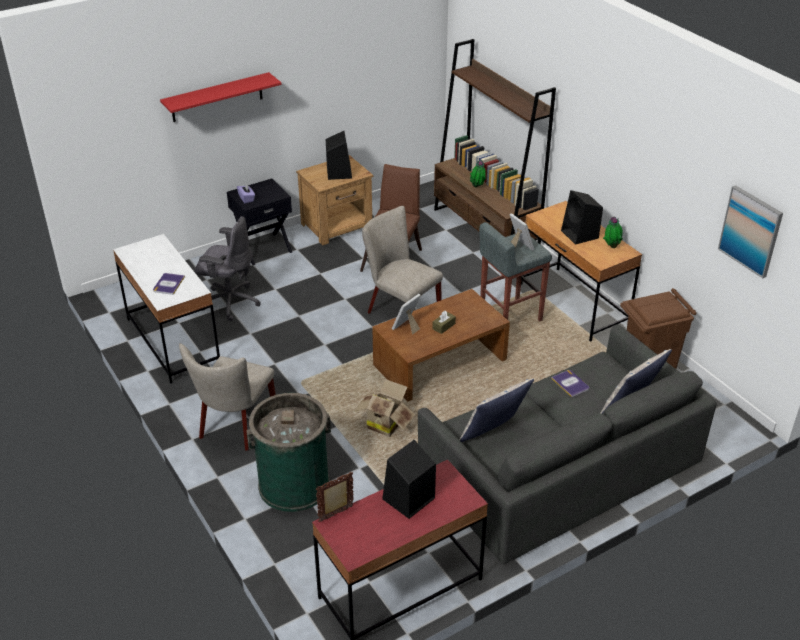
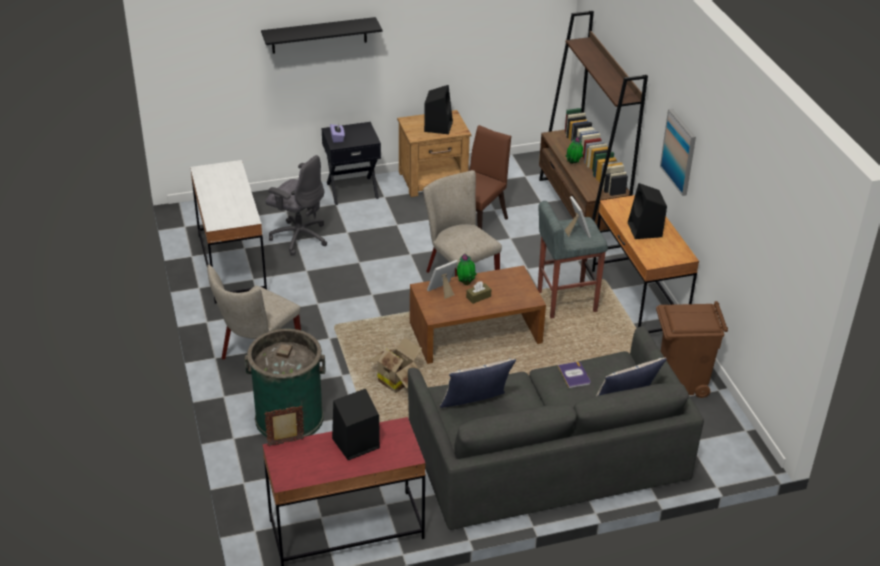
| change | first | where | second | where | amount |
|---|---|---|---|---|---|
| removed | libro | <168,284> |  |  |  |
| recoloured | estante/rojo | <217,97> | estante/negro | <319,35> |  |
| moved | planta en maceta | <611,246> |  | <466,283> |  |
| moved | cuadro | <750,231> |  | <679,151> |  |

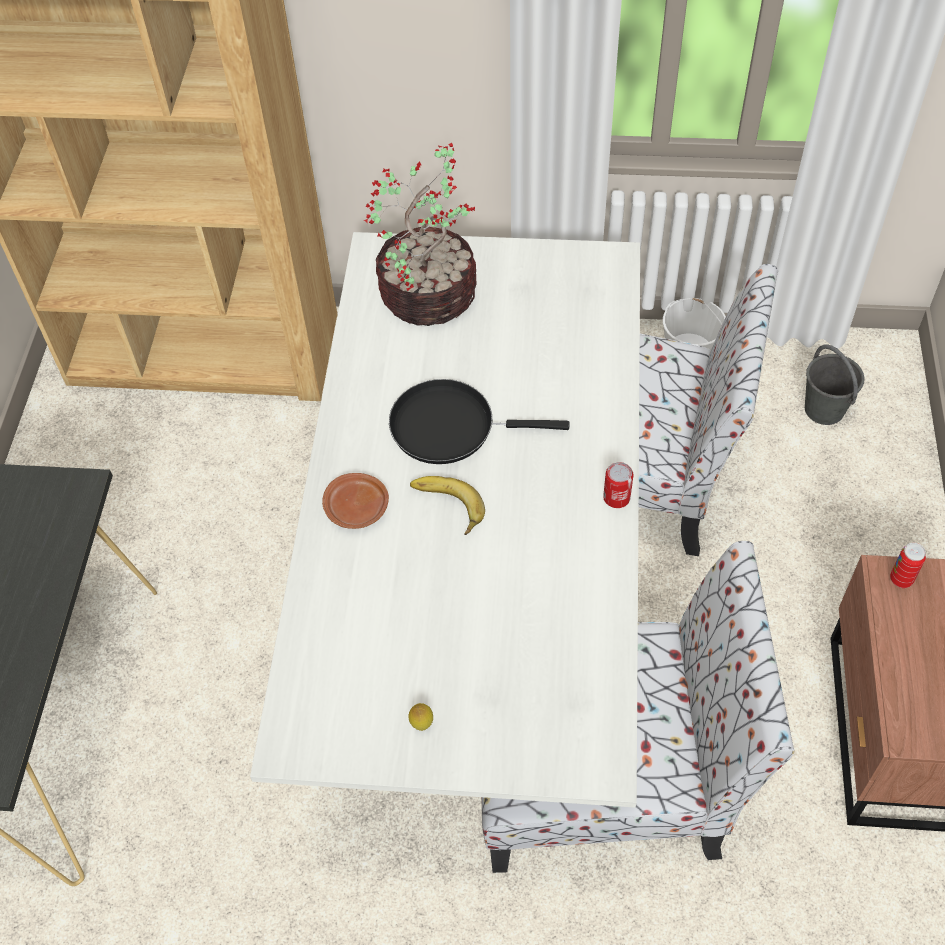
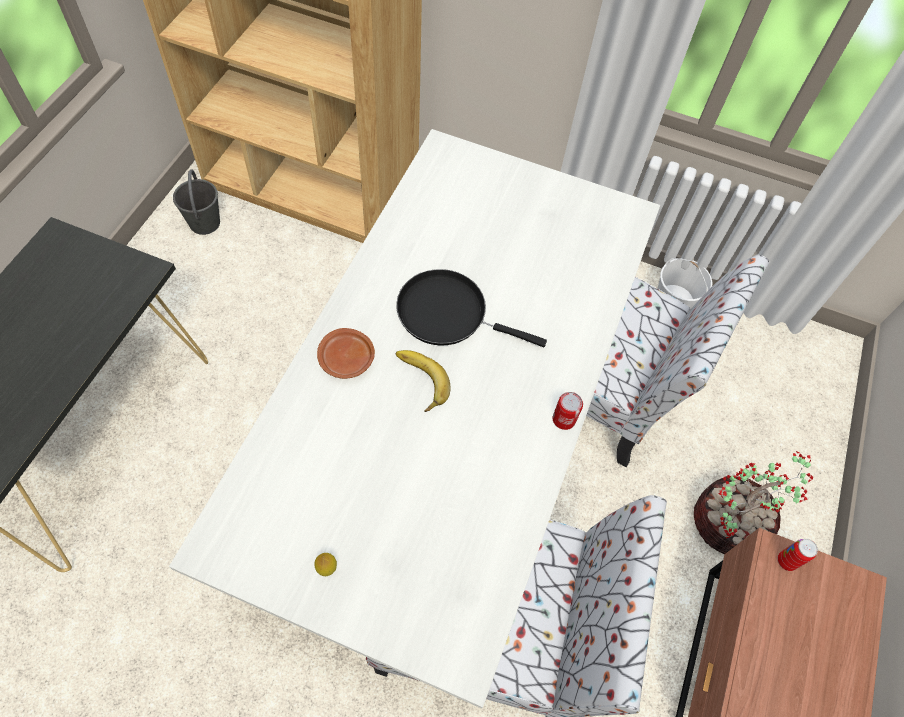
| change | first | where | second | where | amount |
|---|---|---|---|---|---|
| moved | planta en maceta | <430,294> |  | <729,522> |  |
| moved | cubo/gris | <824,410> |  | <204,223> |  |

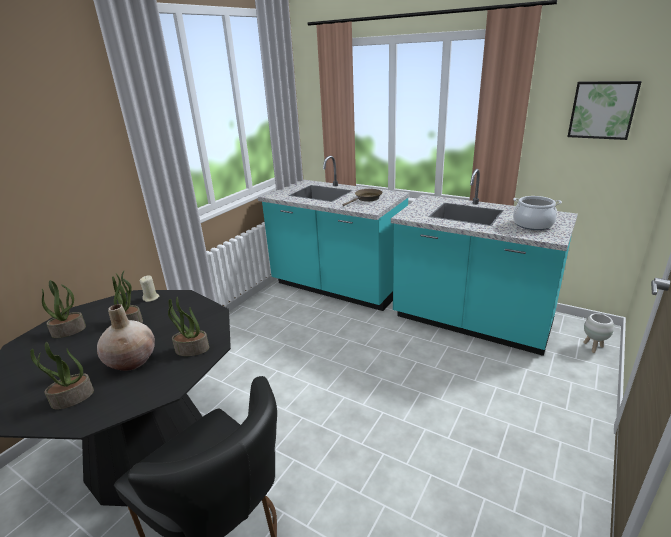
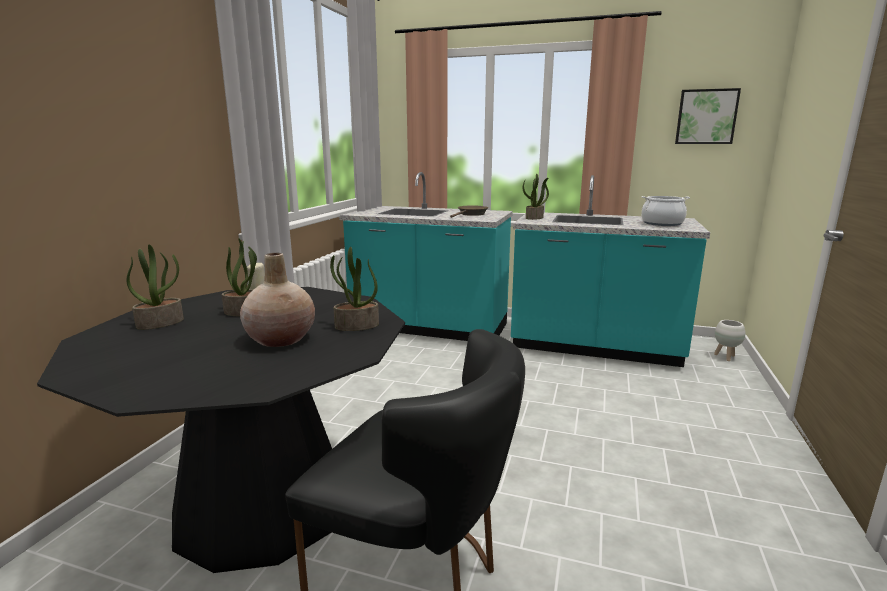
| change | first | where | second | where | amount |
|---|---|---|---|---|---|
| moved | planta en maceta | <72,399> |  | <534,218> |  |

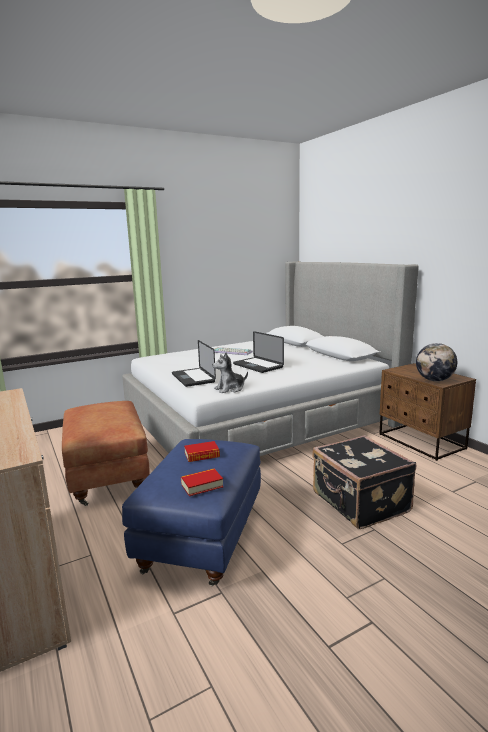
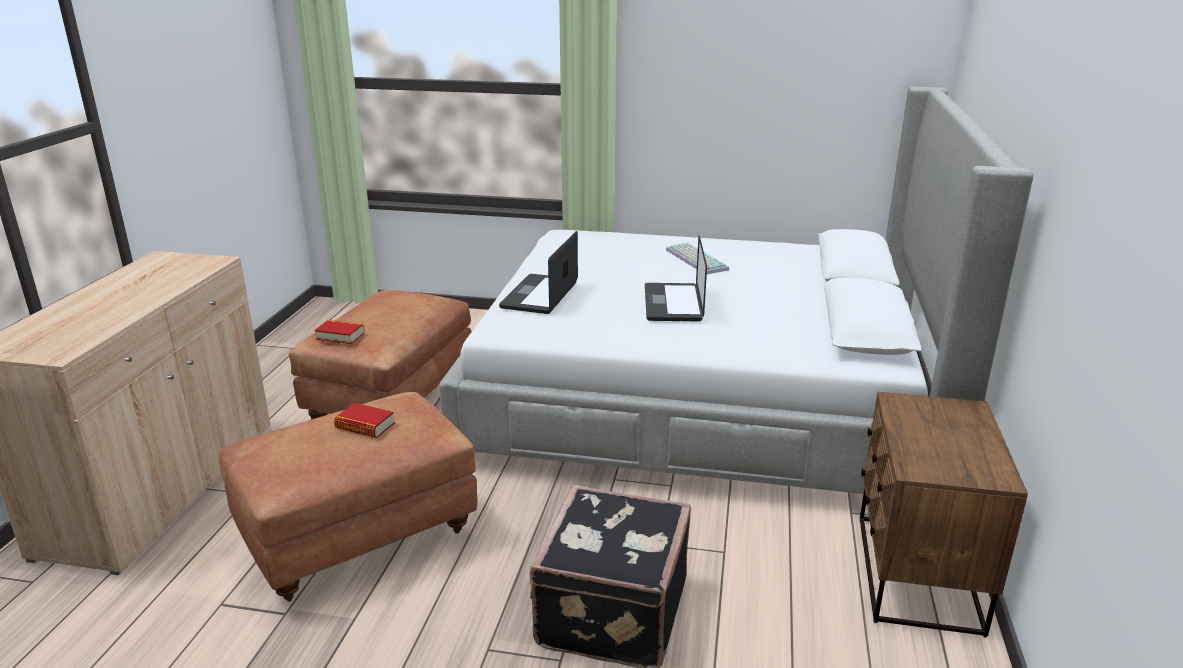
| change | first | where | second | where | amount |
|---|---|---|---|---|---|
| recoloured | puf/azul | <203,540> | puf/marrón | <359,542> |  |
| moved | libro | <202,485> |  | <340,336> |  |
| removed | peluche | <230,389> |  |  |  |
| removed | globo terráqueo | <434,380> |  |  |  |

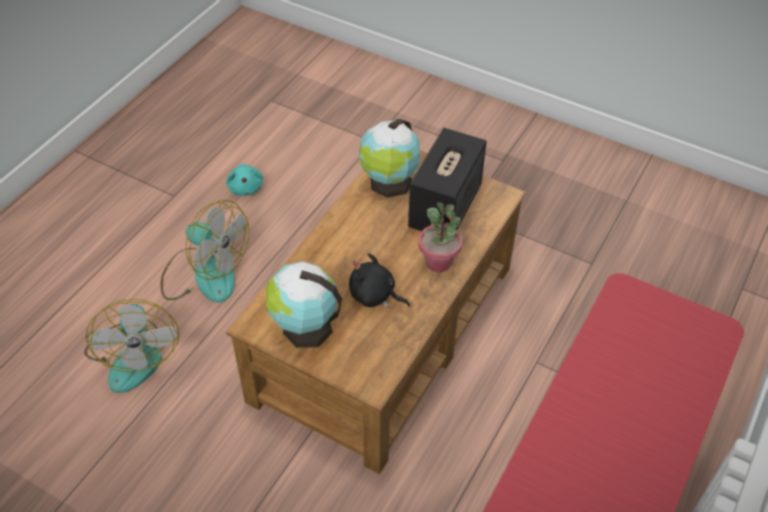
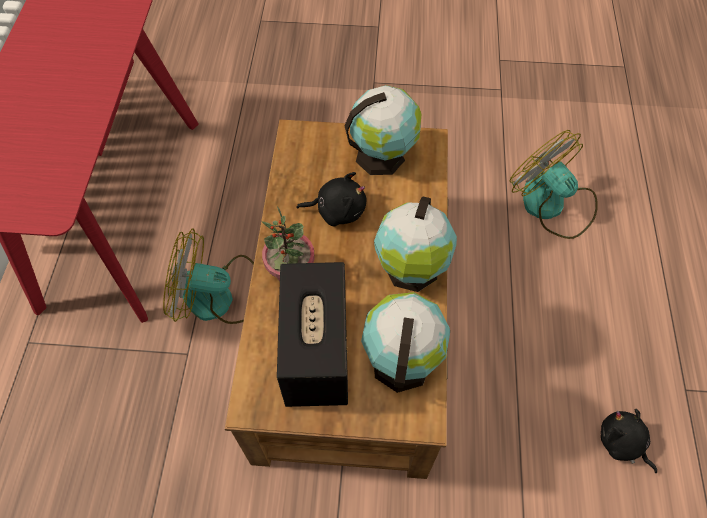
| change | first | where | second | where | amount |
|---|---|---|---|---|---|
| moved | ventilador | <205,273> |  | <220,297> |  |
| recoloured | peluche/turquesa | <246,187> | peluche/negro | <622,443> |  |
| added |  |  | globo terráqueo | <411,270> |  |

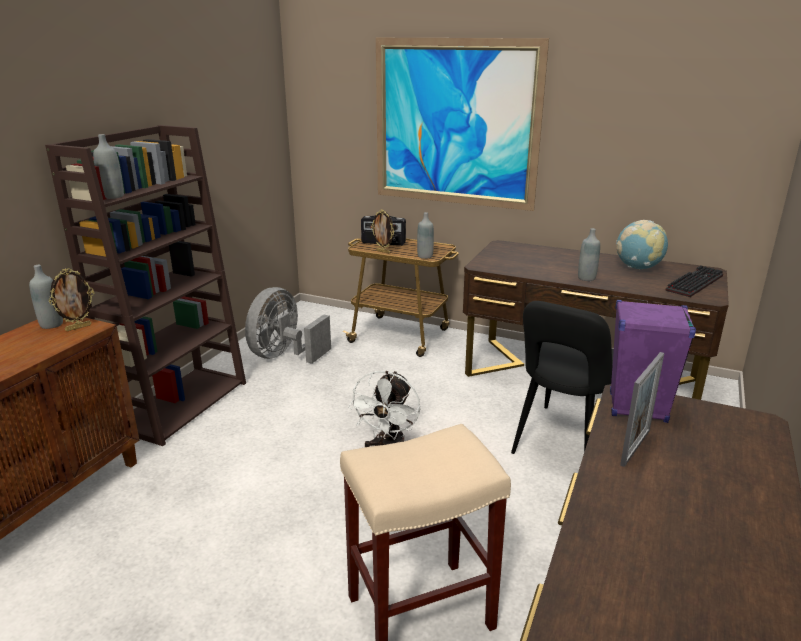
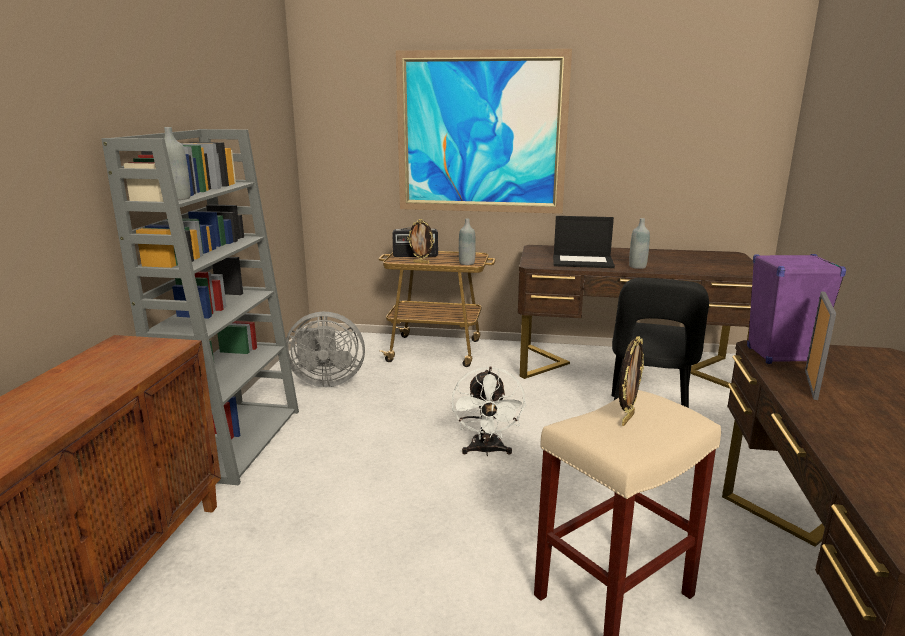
| change | first | where | second | where | amount |
|---|---|---|---|---|---|
| removed | botella/gris | <51,324> |  |  |  |
| recoloured | estantería/marrón | <181,404> | estantería/gris | <235,440> |  |
| moved | portarretratos | <78,327> |  | <626,419> |  |
| turned | ventilador/gris | <284,355> |  | <326,381> | 105 degrees counterclockwise |
| removed | globo terráqueo | <638,268> |  |  |  |
| removed | teclado | <693,282> |  |  |  |
| added |  |  | portátil | <583,261> |  |

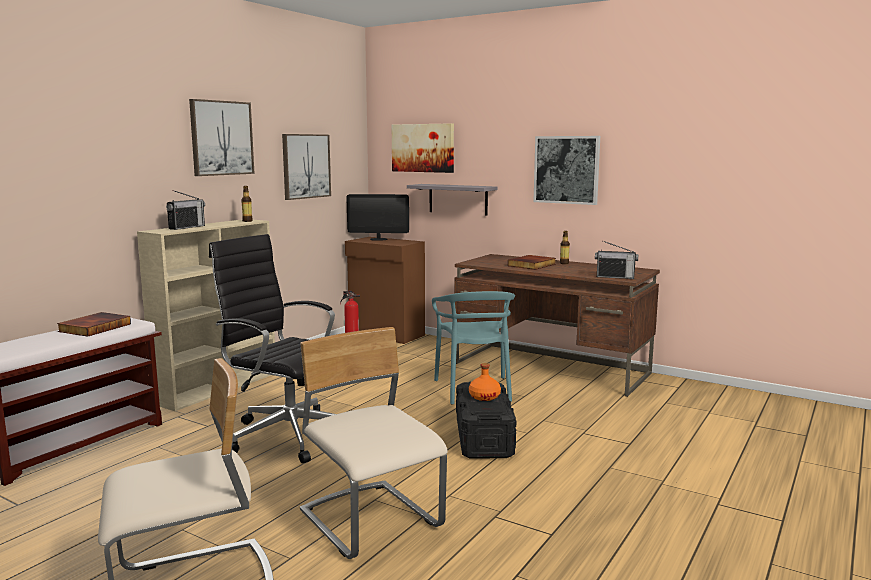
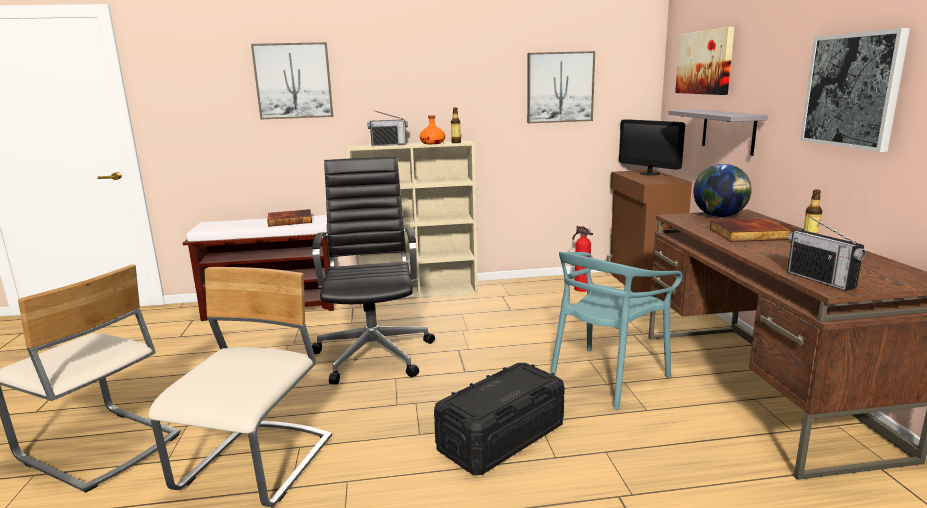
| change | first | where | second | where | amount |
|---|---|---|---|---|---|
| moved | cuadro | <221,138> |  | <293,81> |  |
| moved | botella/naranja | <484,397> |  | <433,143> |  |
| added |  |  | globo terráqueo | <719,216> |  |

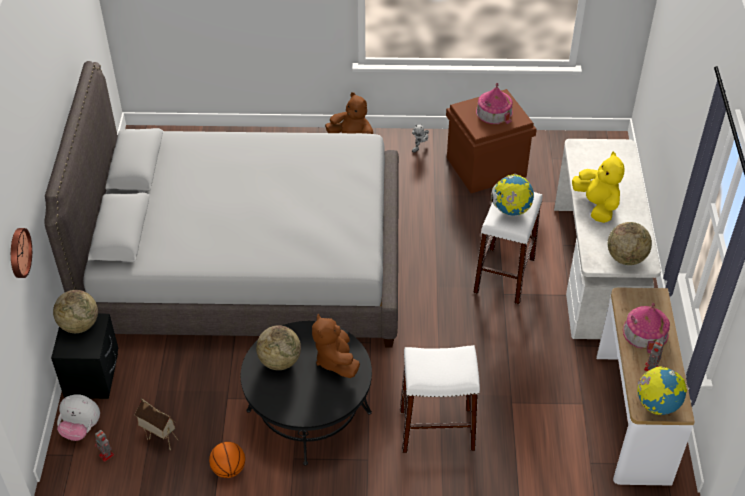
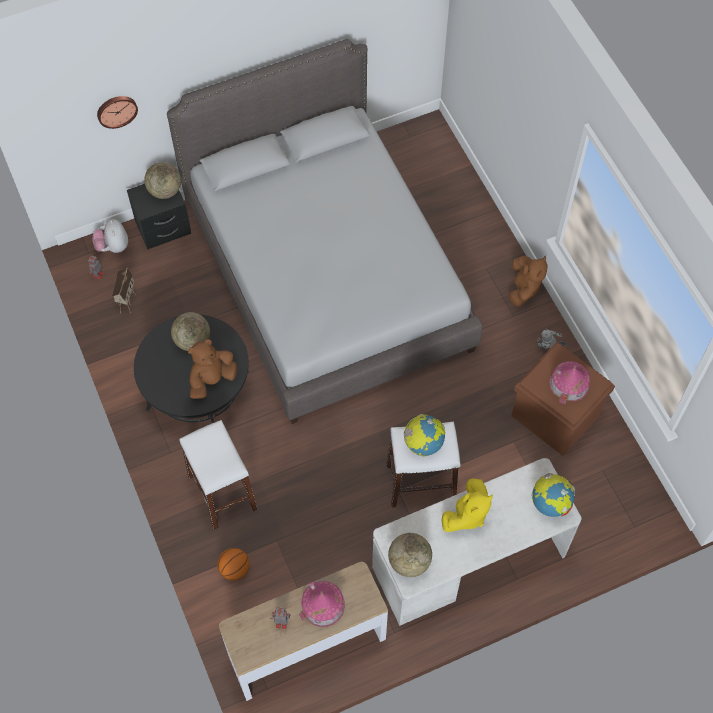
| change | first | where | second | where | amount |
|---|---|---|---|---|---|
| moved | balón de baloncesto | <228,469> |  | <234,569> |  |
| moved | globo terráqueo | <657,404> |  | <550,503> |  |

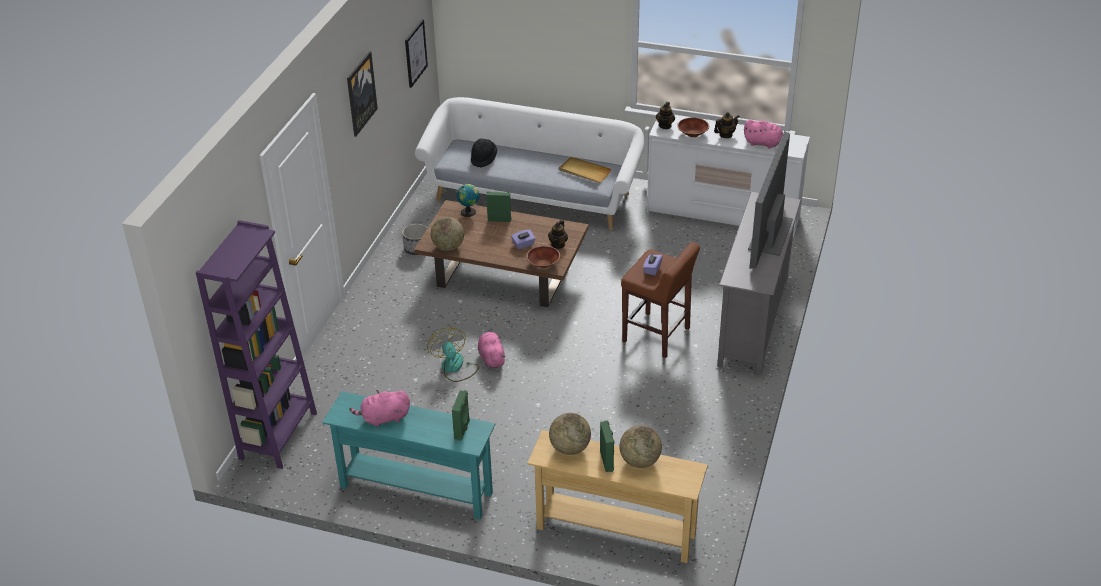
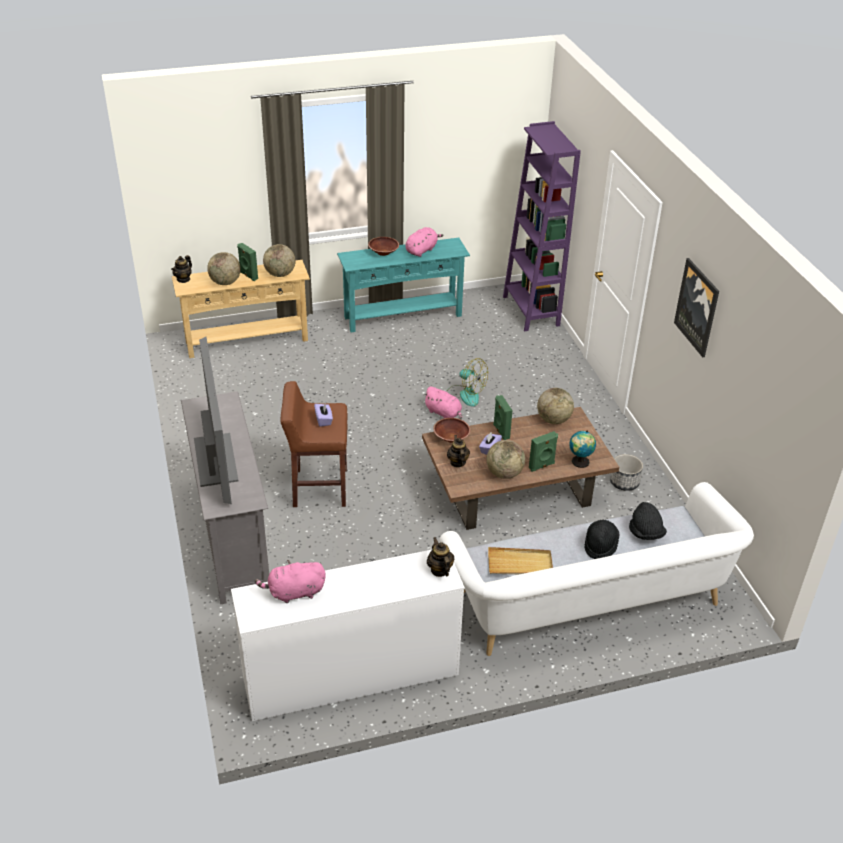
| change | first | where | second | where | amount |
|---|---|---|---|---|---|
| removed | cuadro | <415,53> |  |  |  |
| moved | altavoz/verde | <462,430> |  | <500,431> |  |
| moved | cuenco/marrón | <692,134> |  | <383,252> |  |
| moved | tetera | <725,135> |  | <183,279> |  |
| added |  |  | globo terráqueo | <504,473> |  |
| added |  |  | sombrero/negro | <600,545> |  |

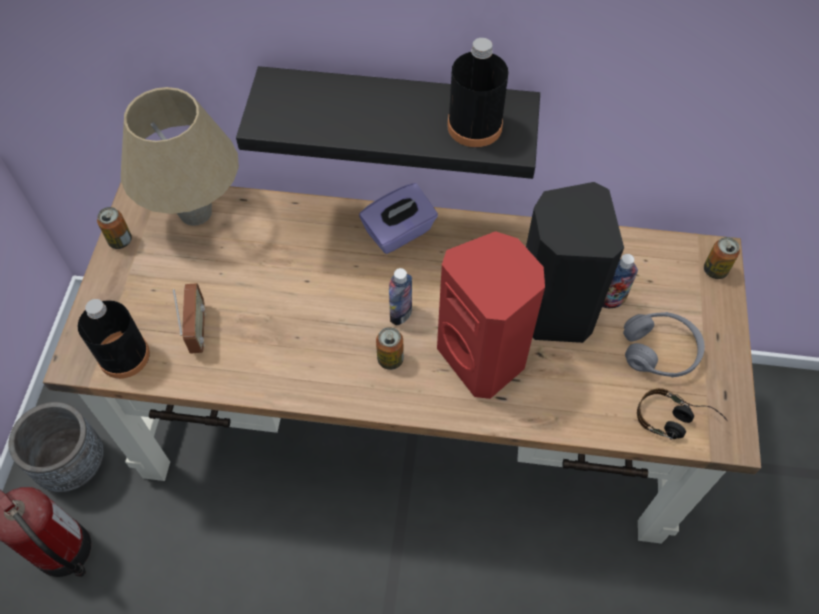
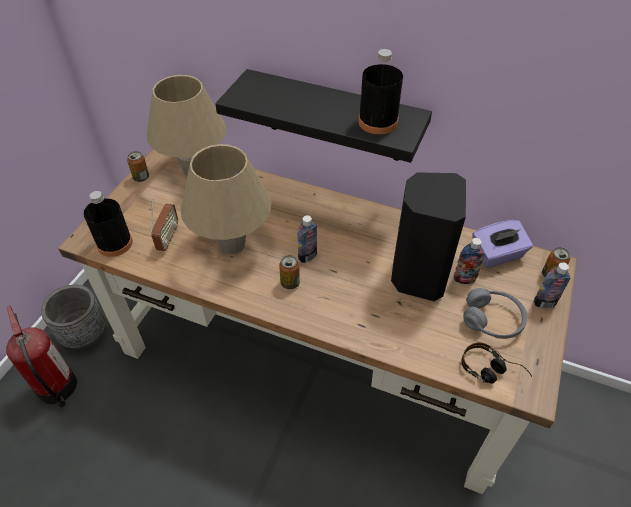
| change | first | where | second | where | amount |
|---|---|---|---|---|---|
| moved | caja de pañuelos/morado | <399,232> |  | <497,255> |  |
| removed | altavoz/rojo | <484,357> |  |  |  |
| added |  |  | lámpara de mesa/beis | <232,245> |  |
| added |  |  | botella | <544,303> |  |

